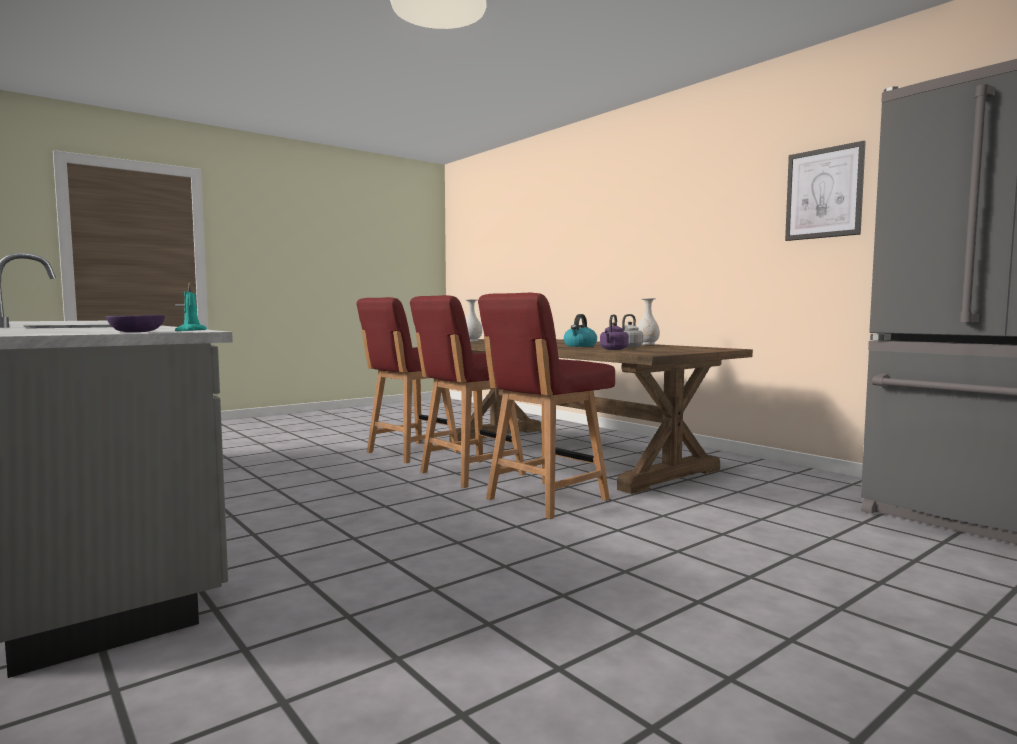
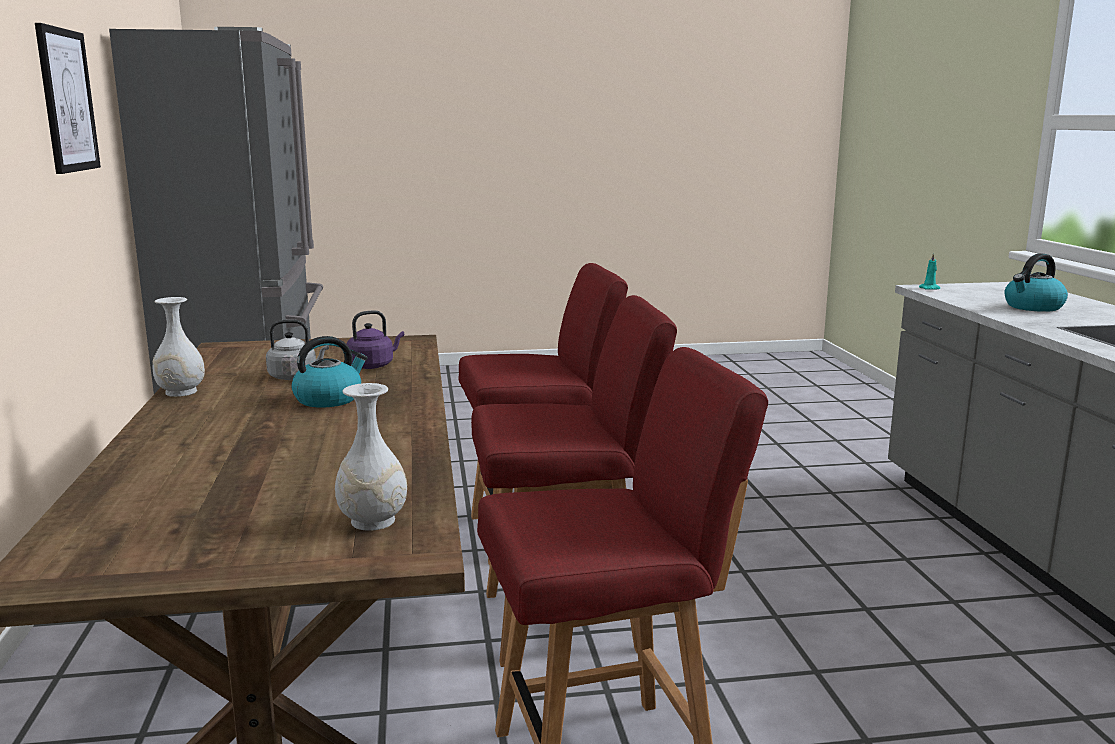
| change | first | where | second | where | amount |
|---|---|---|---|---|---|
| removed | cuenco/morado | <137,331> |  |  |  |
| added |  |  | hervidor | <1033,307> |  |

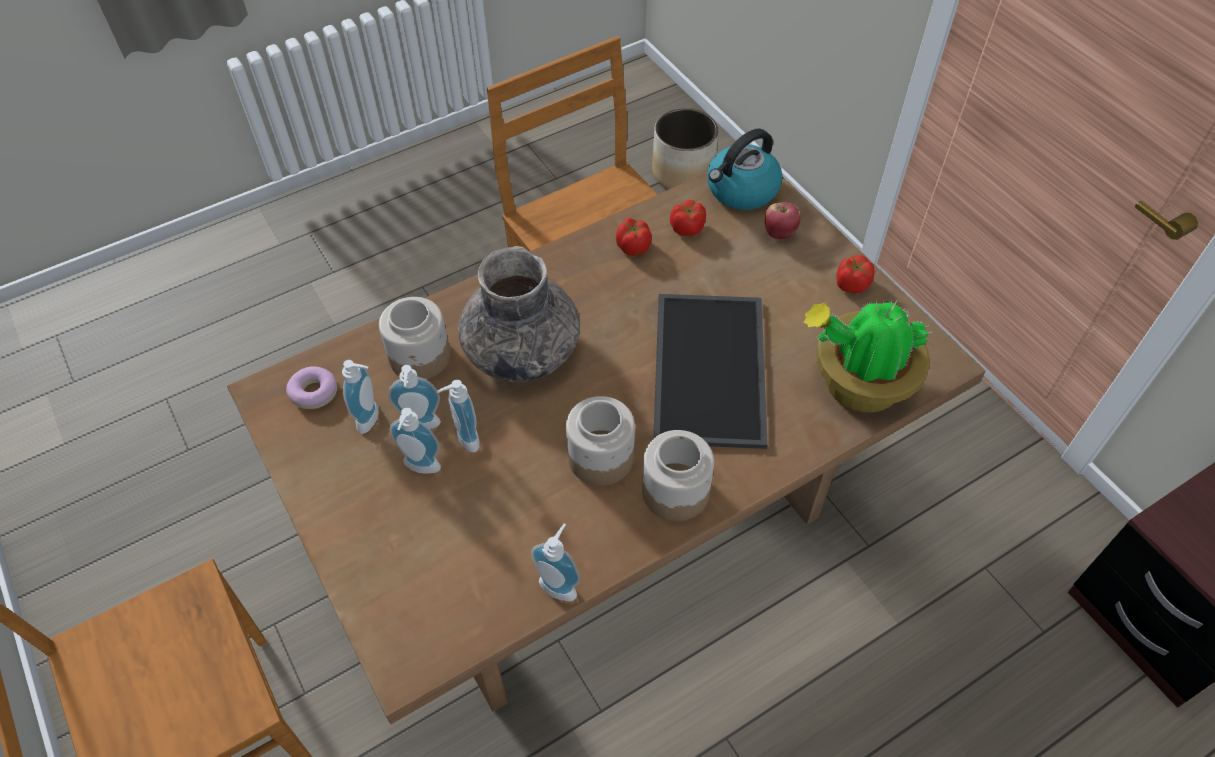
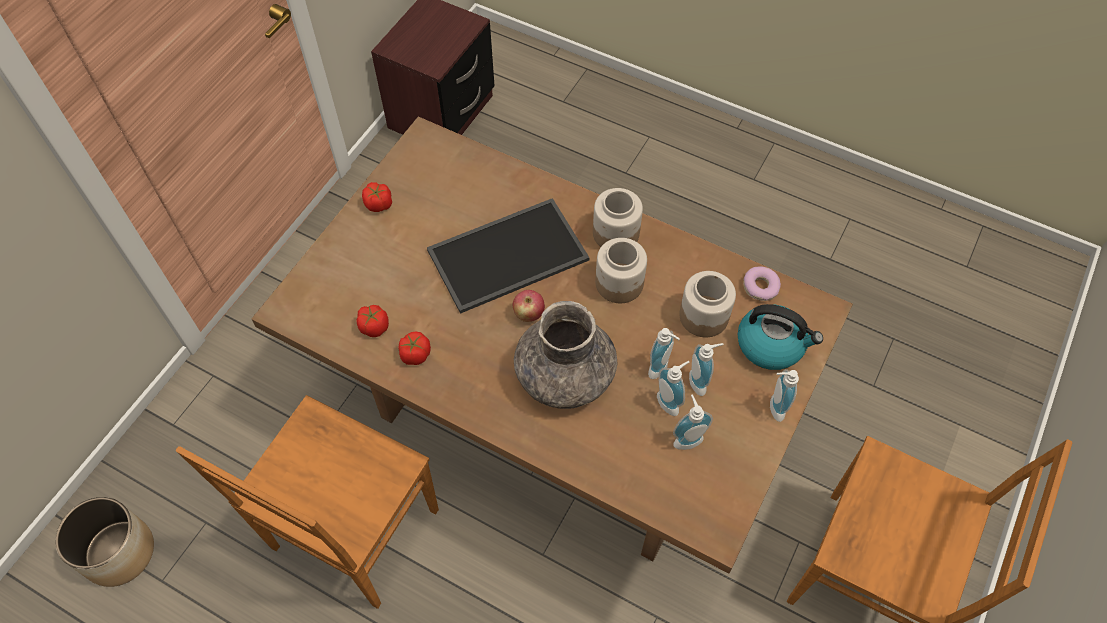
| change | first | where | second | where | amount |
|---|---|---|---|---|---|
| moved | rosquilla | <314,392> |  | <760,287> |  |
| moved | tarro | <420,357> |  | <704,315> |  |
| moved | dispensador de jabón | <560,584> |  | <773,407> |  |
| moved | hervidor | <741,190> |  | <771,344> |  |
| moved | manzana | <779,233> |  | <528,314> |  |
| removed | planta en maceta | <858,385> |  |  |  |

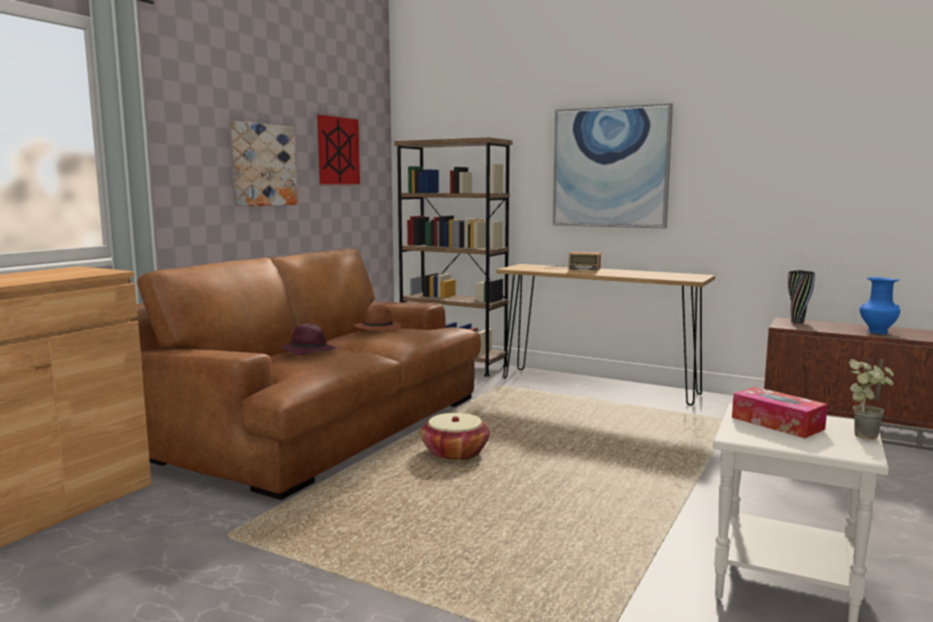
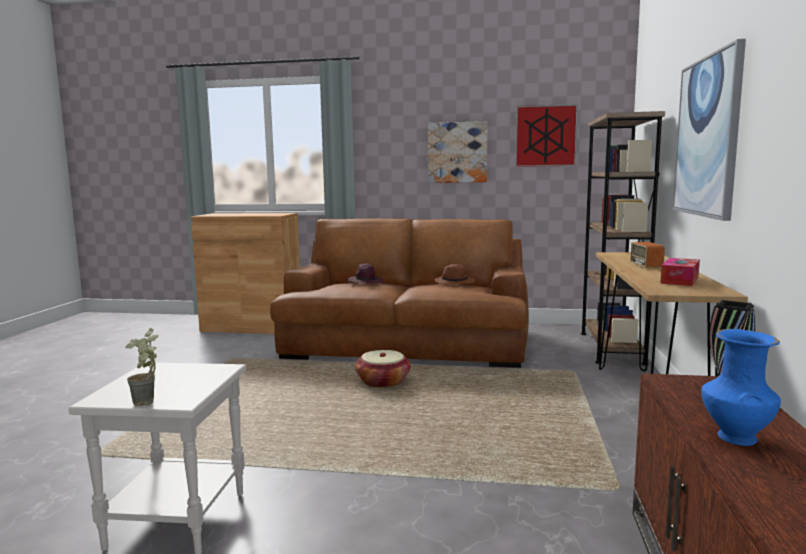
| change | first | where | second | where | amount |
|---|---|---|---|---|---|
| moved | caja de pañuelos | <777,423> |  | <679,280> |  |

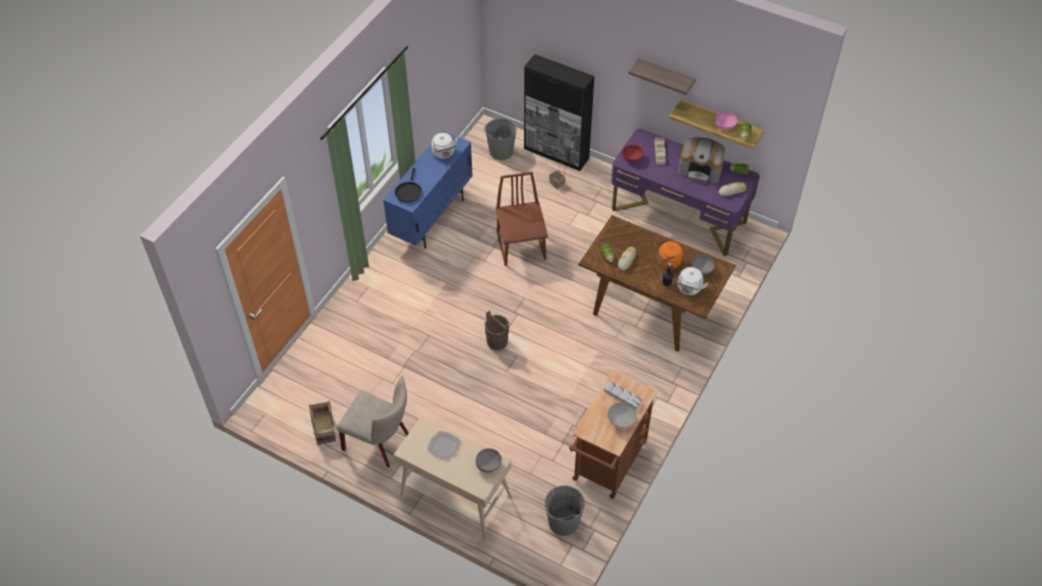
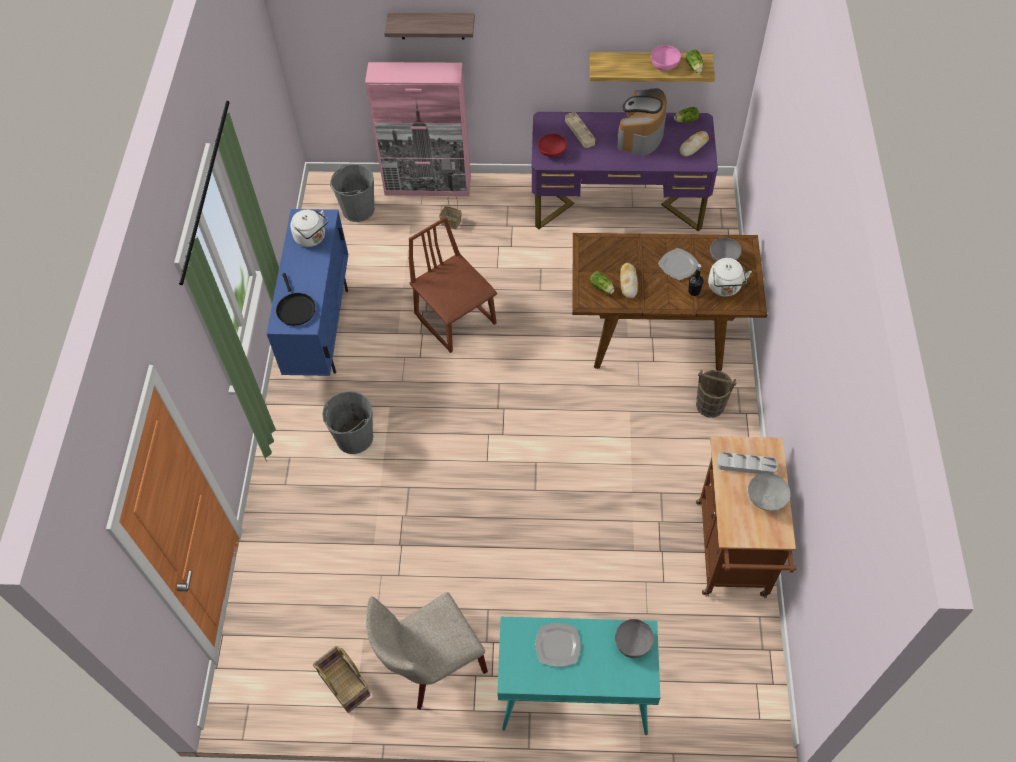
| change | first | where | second | where | amount |
|---|---|---|---|---|---|
| turned | silla/beis | <380,442> |  | <431,666> | 150 degrees clockwise |
| recoloured | mesa consola/beis | <455,497> | mesa consola/turquesa | <574,694> |  |
| moved | cubo/marrón | <497,342> |  | <710,405> |  |
| recoloured | armario/negro | <556,154> | armario/rosa | <428,186> |  |
| moved | cubo/gris | <563,522> |  | <354,438> |  |
| moved | estante | <665,77> |  | <432,25> |  |
| replaced | hervidor/naranja | <667,262> | plato | <678,265> |  |
| turned | cafetera | <700,170> |  | <641,135> | 120 degrees clockwise |

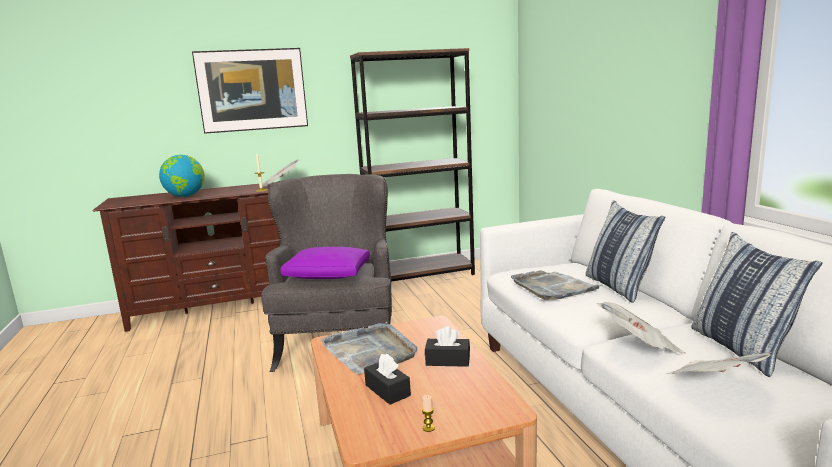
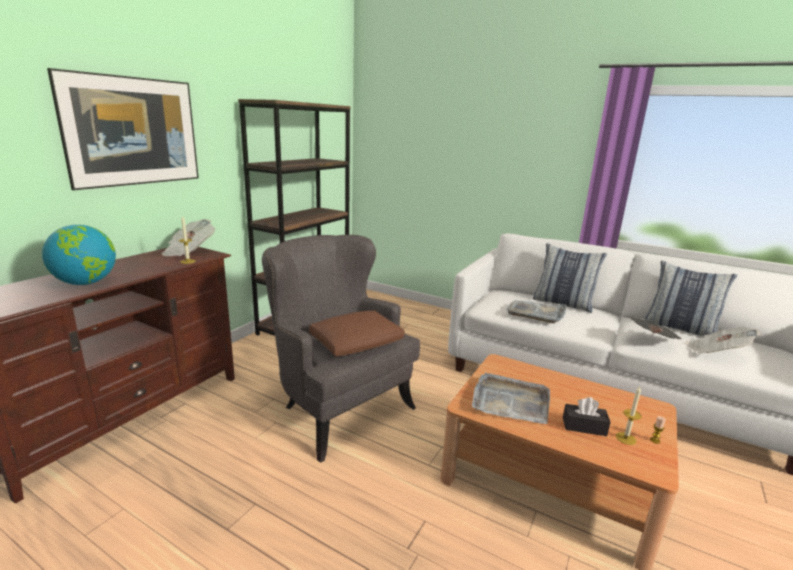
| change | first | where | second | where | amount |
|---|---|---|---|---|---|
| recoloured | cojín/morado | <328,274> | cojín/marrón | <357,343> |  |
| removed | caja de pañuelos/negro | <448,360> |  |  |  |
| added |  |  | vela | <626,438> |  |

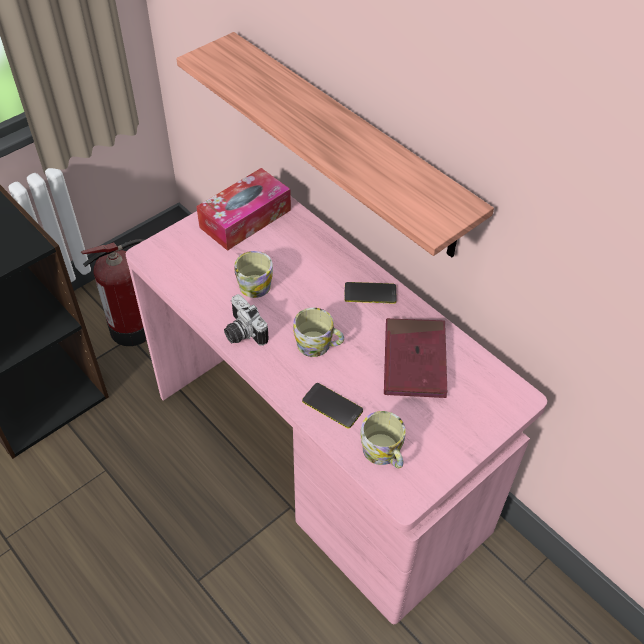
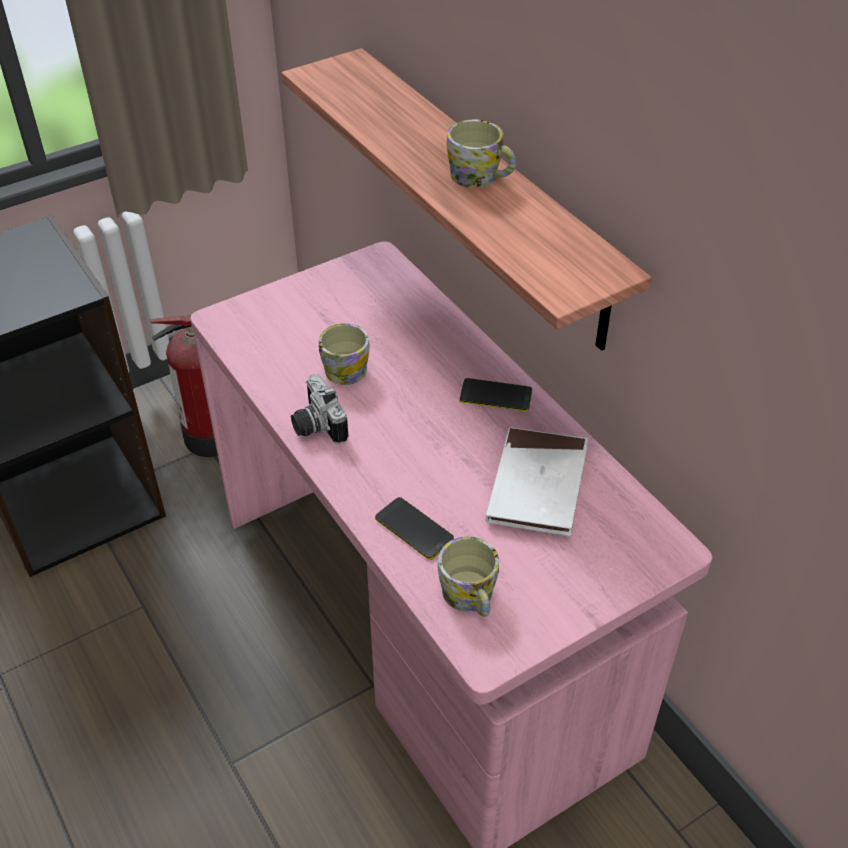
| change | first | where | second | where | amount |
|---|---|---|---|---|---|
| removed | caja de pañuelos | <245,218> |  |  |  |
| moved | taza grande | <318,345> |  | <480,177> |  |
| recoloured | libro/rojo | <414,360> | libro/blanco | <537,485> |  |

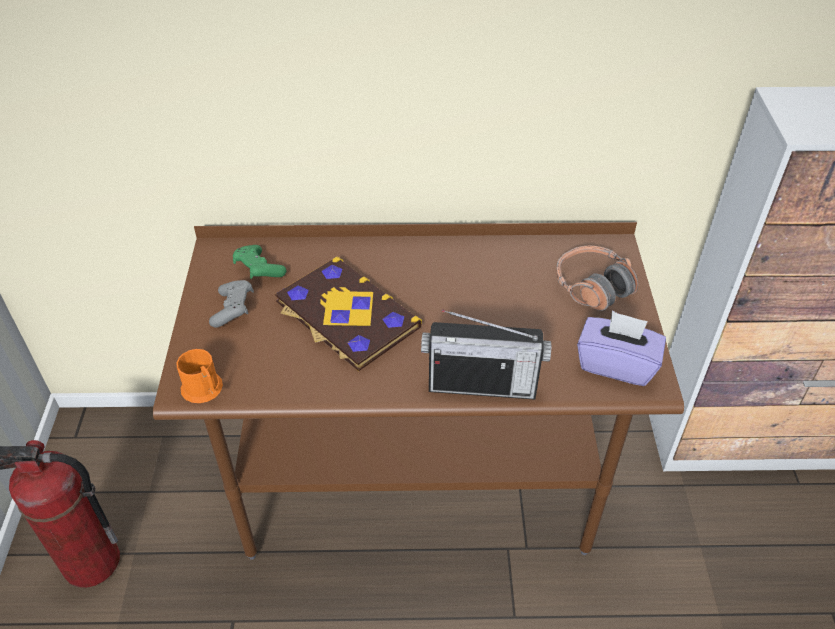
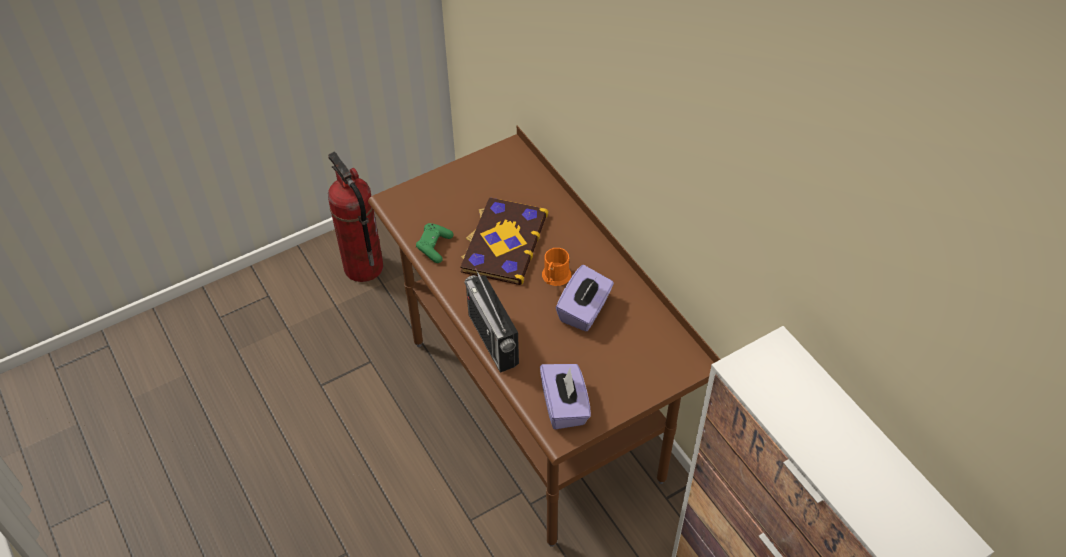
| change | first | where | second | where | amount |
|---|---|---|---|---|---|
| moved | taza grande/naranja | <204,390> |  | <554,277> |  |
| removed | mando de consola/gris | <233,310> |  |  |  |
| moved | mando de consola/verde | <259,270> |  | <434,247> |  |
| removed | auriculares | <592,286> |  |  |  |
| added |  |  | caja de pañuelos/morado | <584,311> |  |

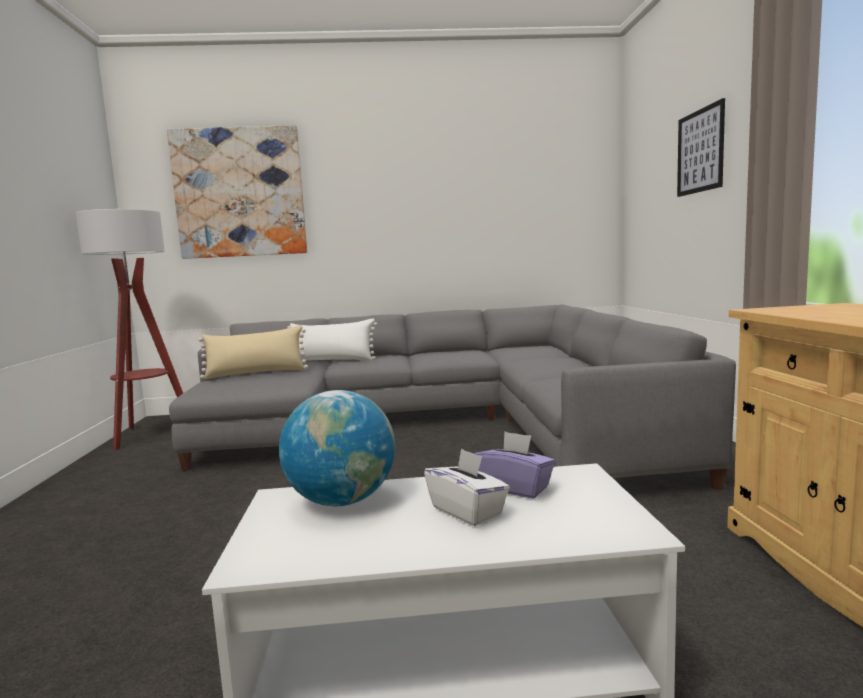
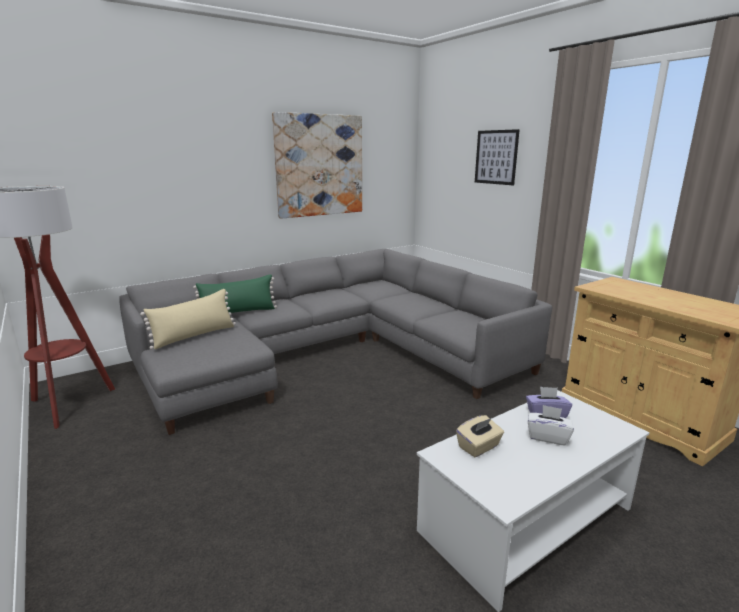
| change | first | where | second | where | amount |
|---|---|---|---|---|---|
| moved | cuadro | <239,193> |  | <319,165> |  |
| replaced | globo terráqueo | <342,500> | caja de pañuelos/beis | <479,447> |  |
| recoloured | cojín/blanco | <331,360> | cojín/verde | <238,312> |  |

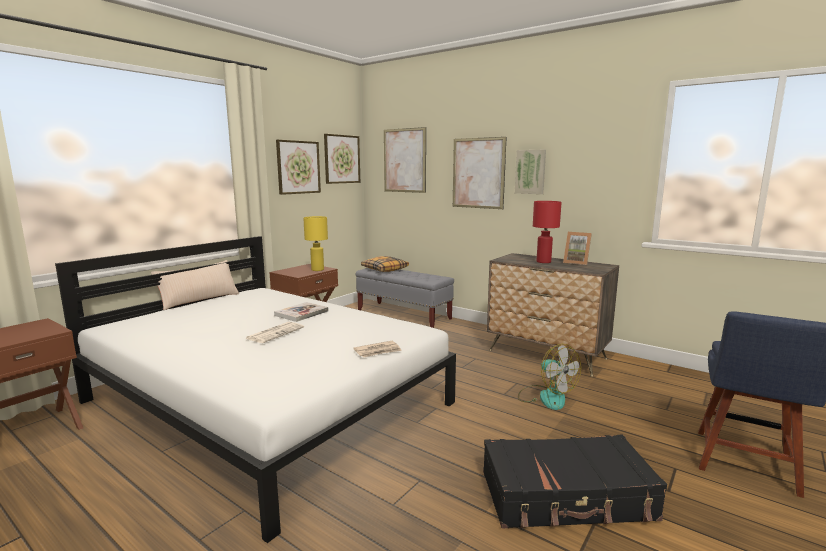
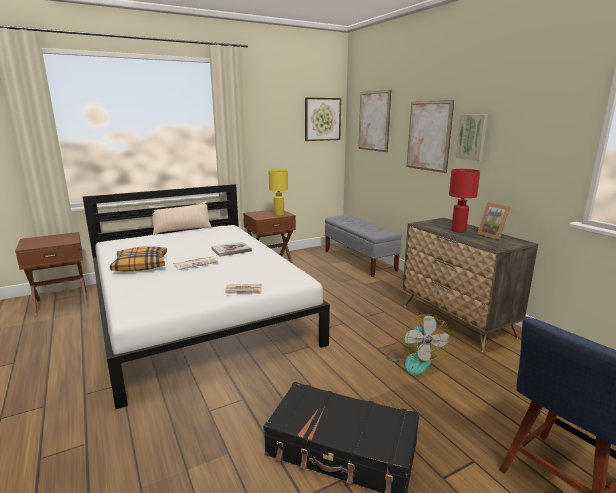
| change | first | where | second | where | amount |
|---|---|---|---|---|---|
| removed | cuadro | <298,167> |  |  |  |
| moved | cojín | <384,269> |  | <141,265> |  |

